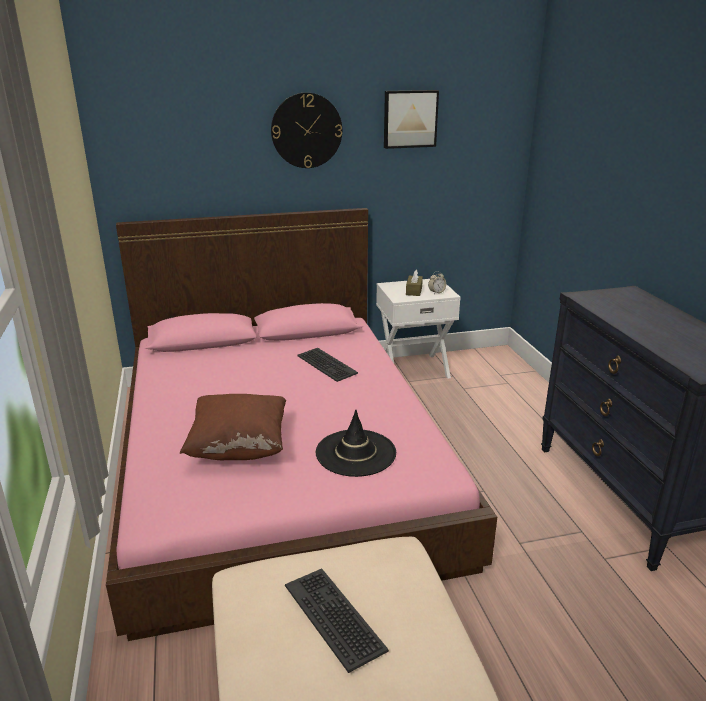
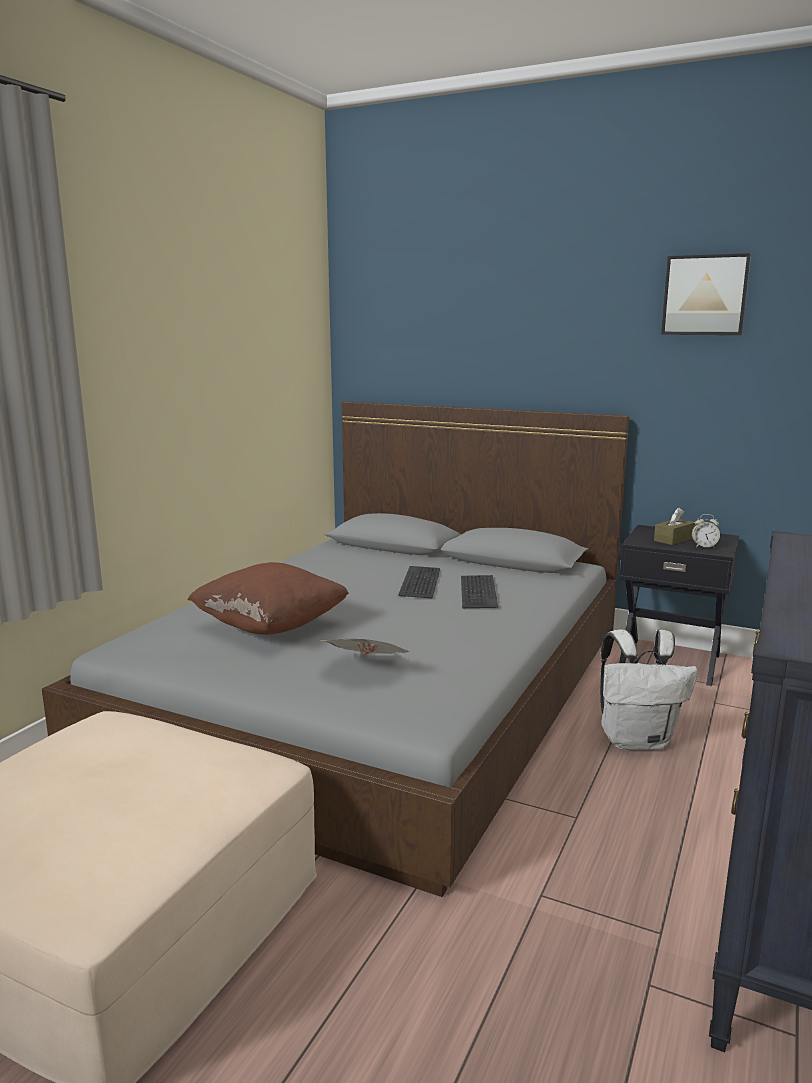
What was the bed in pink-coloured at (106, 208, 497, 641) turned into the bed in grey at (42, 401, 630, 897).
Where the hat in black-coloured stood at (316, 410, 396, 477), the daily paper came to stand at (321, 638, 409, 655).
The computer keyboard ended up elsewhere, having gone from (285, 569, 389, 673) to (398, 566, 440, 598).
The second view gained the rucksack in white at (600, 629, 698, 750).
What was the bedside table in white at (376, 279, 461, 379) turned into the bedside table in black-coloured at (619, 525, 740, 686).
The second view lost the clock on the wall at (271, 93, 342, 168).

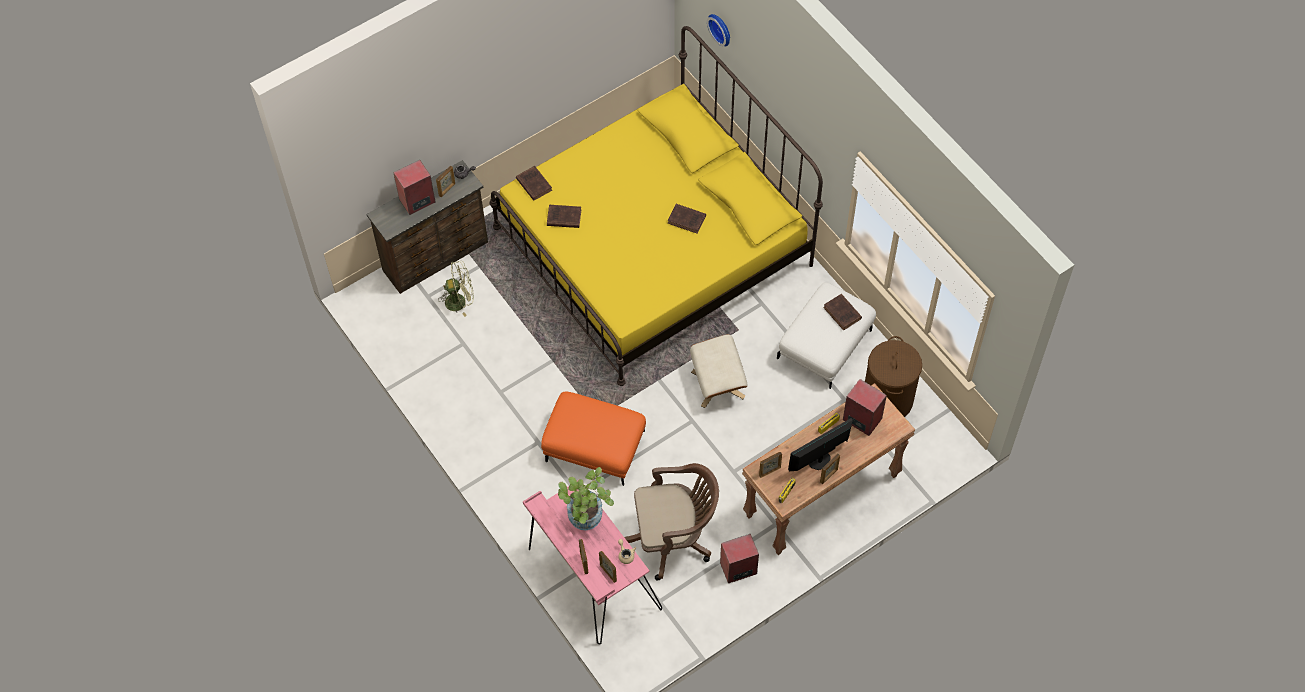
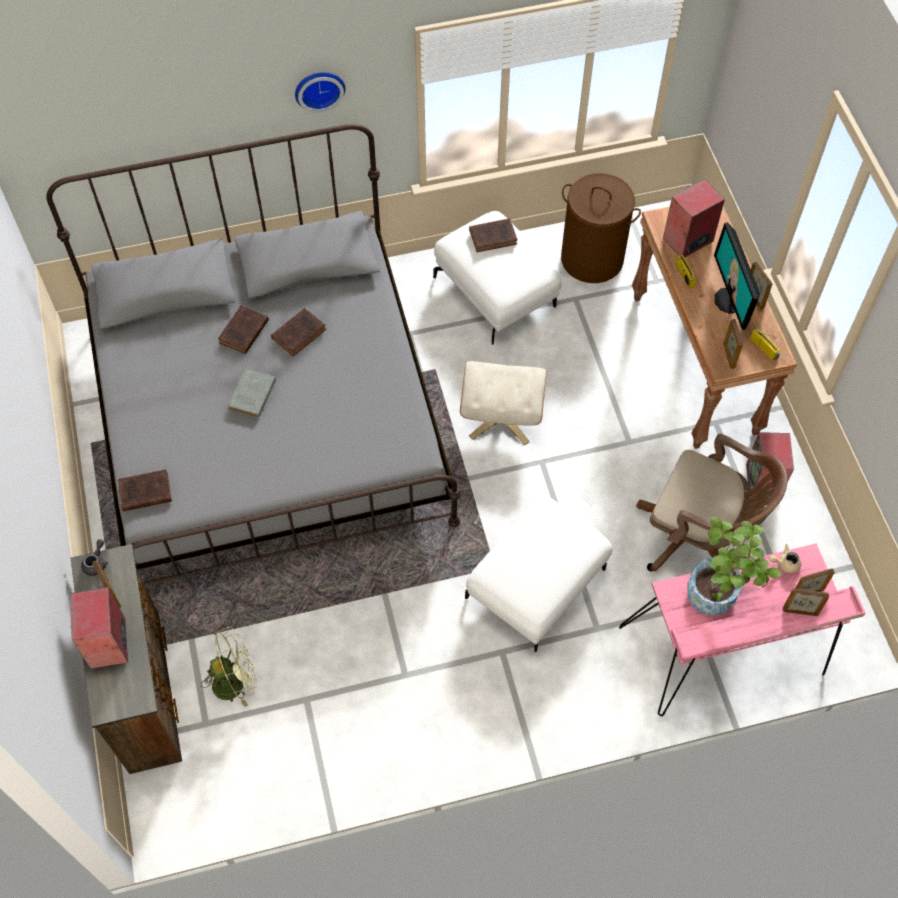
What was the bed in yellow-coloured at (489, 26, 823, 386) turned into the bed in grey at (46, 124, 461, 585).
The electric fan in greenish at (438, 261, 474, 317) ended up facing another way, 60 degrees clockwise from before.
The book in brownish ended up elsewhere, having gone from (547, 205, 581, 228) to (218, 306, 269, 354).
The second view gained the book in grey at (228, 369, 276, 418).
The clock on the wall ended up elsewhere, having gone from (707, 14, 730, 46) to (295, 72, 345, 112).
What was the ottoman in orangey at (541, 391, 646, 486) turned into the ottoman in white at (465, 496, 612, 652).
The computer chair in brownish at (624, 463, 719, 581) ended up facing another way, 105 degrees clockwise from before.

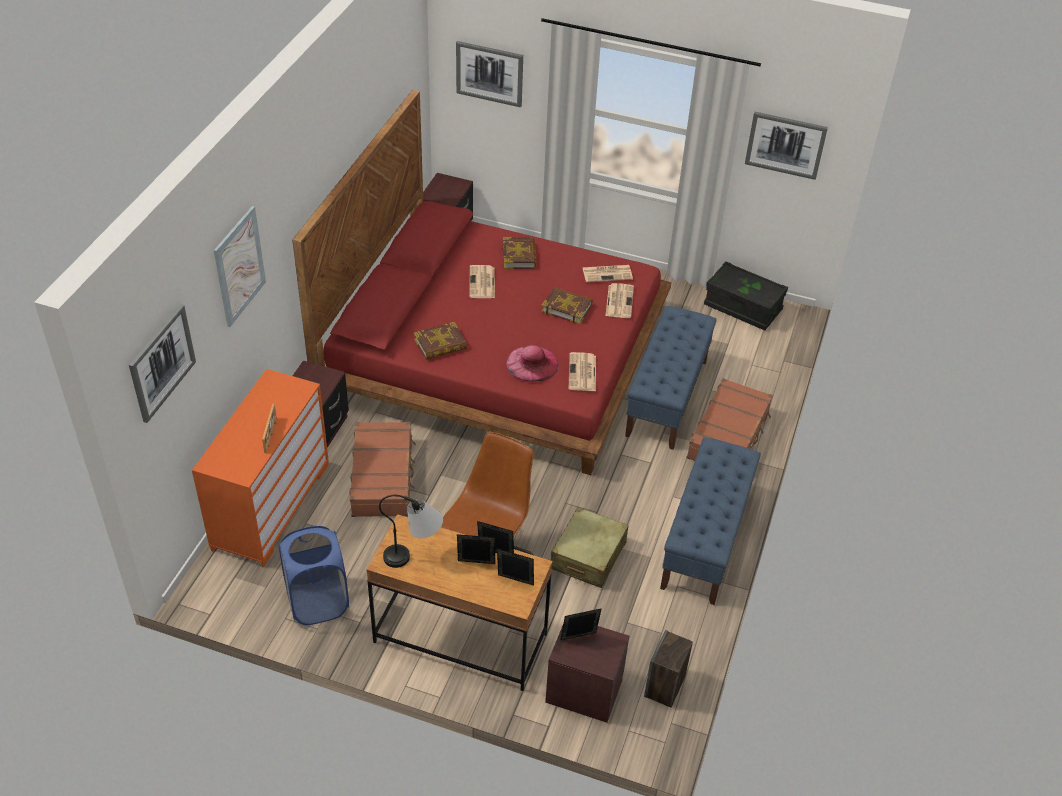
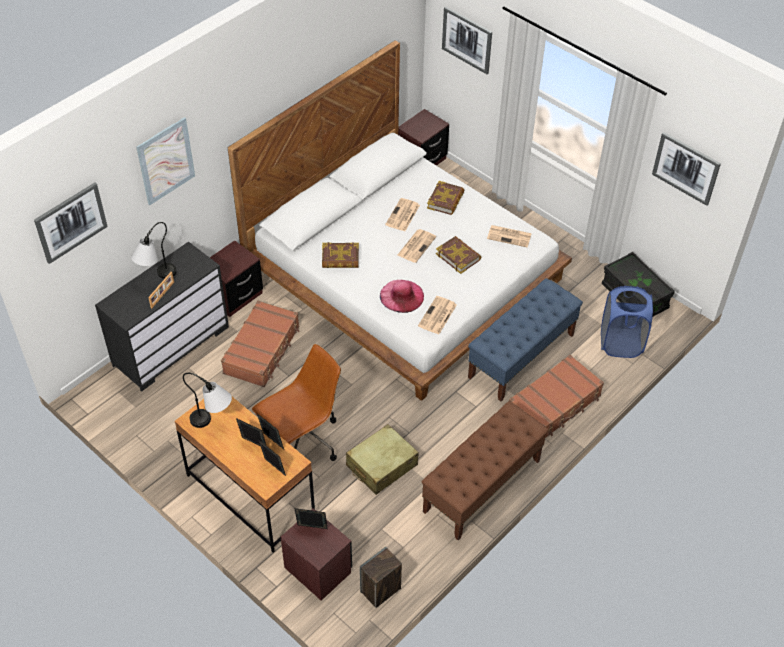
What was the chest of drawers in orangey at (192, 369, 329, 568) turned into the chest of drawers in black-coloured at (95, 242, 229, 392).
The second view gained the tabletop lamp at (131, 222, 176, 279).
What was the bed in red-coloured at (292, 90, 671, 475) turned into the bed in white at (227, 40, 572, 401).
The daily paper ended up elsewhere, having gone from (605, 283, 634, 318) to (398, 229, 436, 263).
What was the indoor bench in blue at (660, 437, 761, 605) turned into the indoor bench in brownish at (422, 401, 548, 540).
The laundry basket in blue ended up elsewhere, having gone from (279, 526, 349, 625) to (601, 286, 653, 358).

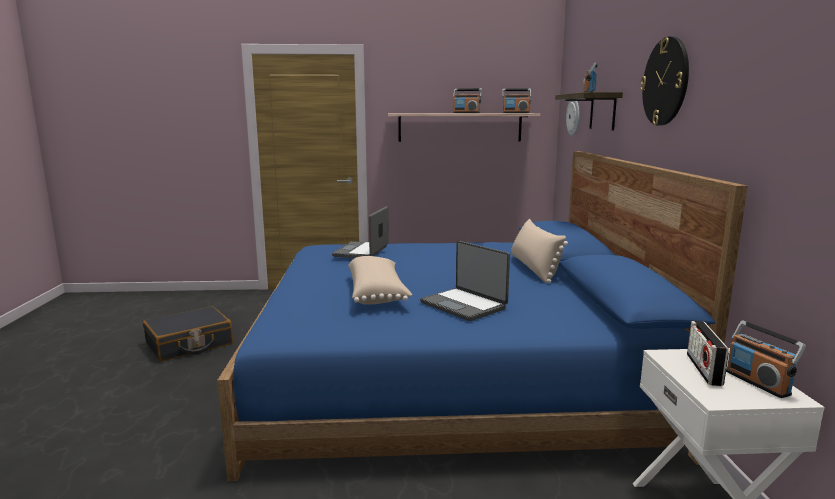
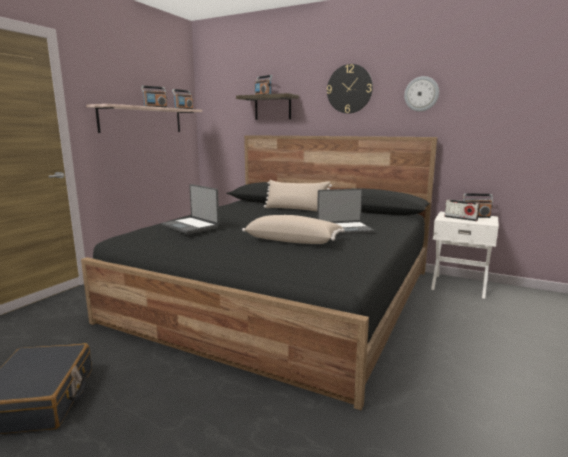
What was the bed in blue at (217, 151, 748, 481) turned into the bed in black-coloured at (81, 135, 437, 410).
The clock on the wall ended up elsewhere, having gone from (566, 101, 579, 136) to (404, 76, 439, 112).

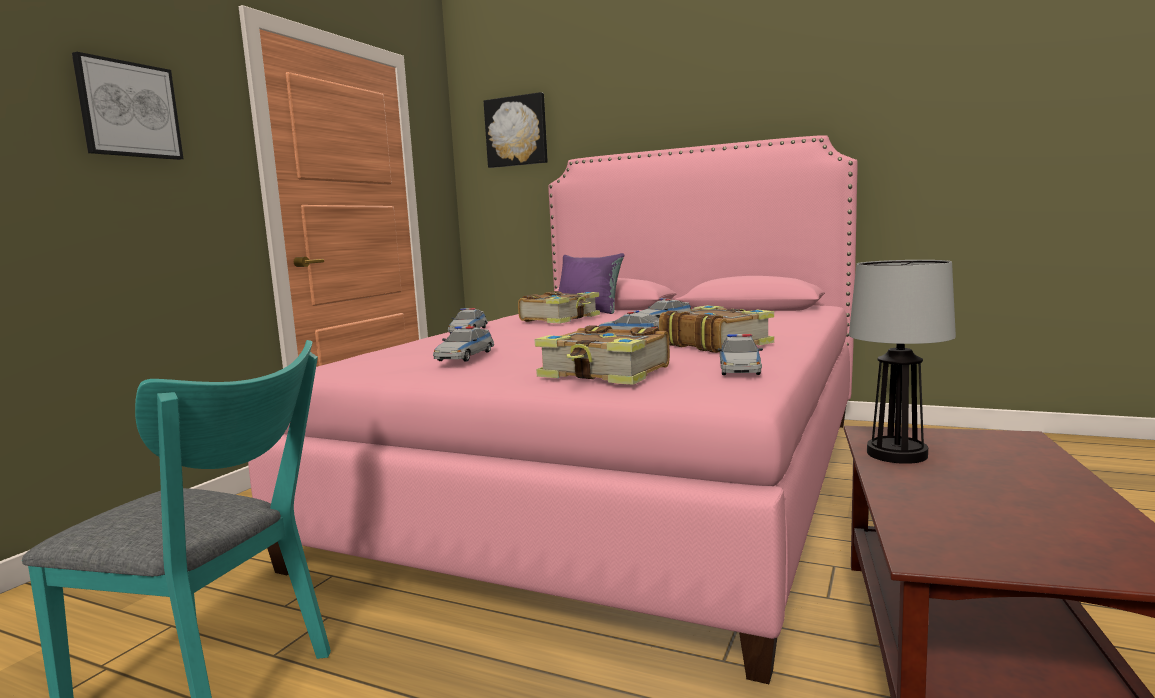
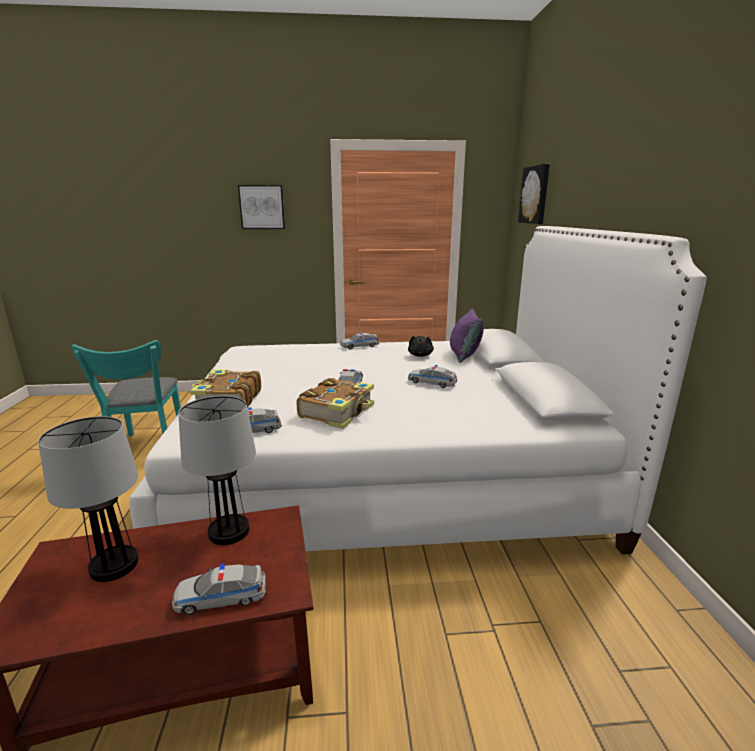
The second view gained the tabletop lamp at (38, 416, 139, 582).
What was the bed in pink-coloured at (248, 135, 858, 684) turned into the bed in white at (129, 226, 707, 554).
The toy car ended up elsewhere, having gone from (433, 326, 494, 362) to (172, 563, 267, 615).
Where the book stood at (518, 291, 600, 323), the soft toy in black-coloured came to stand at (408, 336, 434, 357).

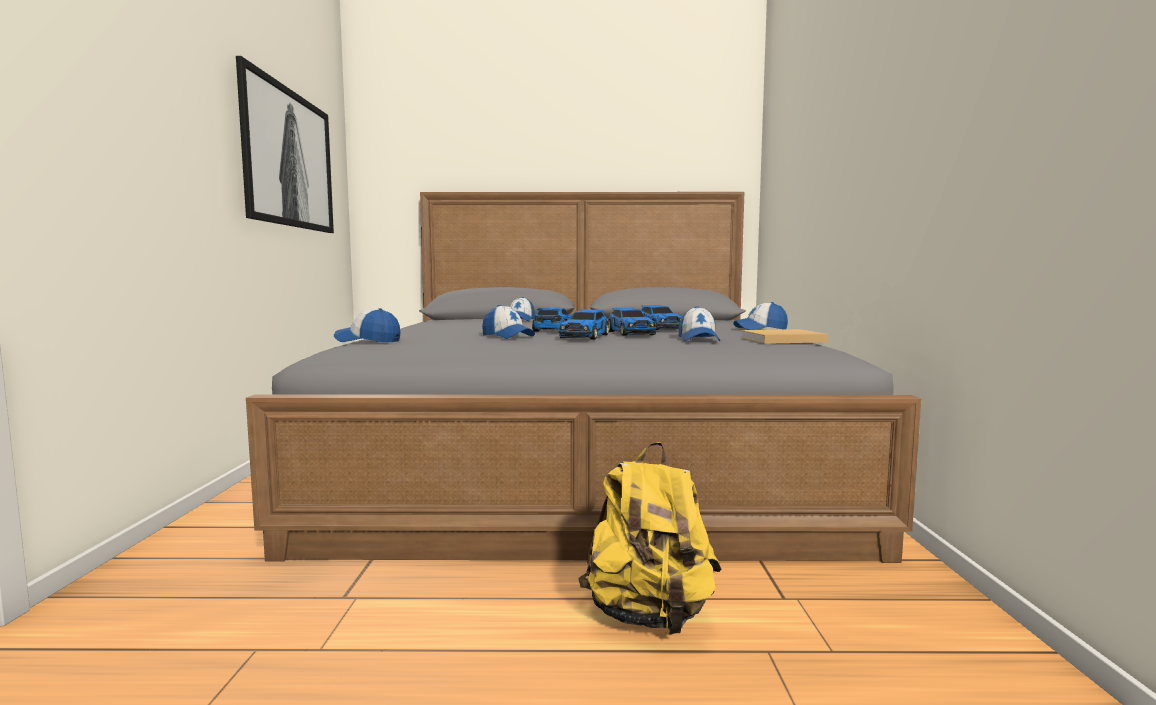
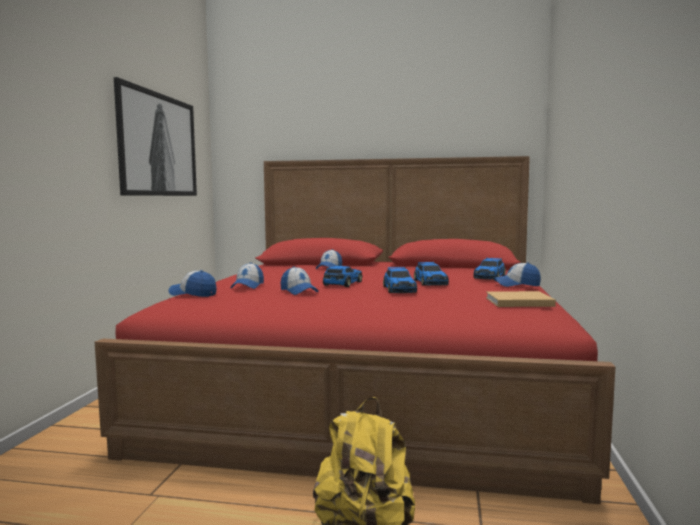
What was the bed in grey at (246, 192, 921, 563) turned into the bed in red-coloured at (95, 156, 615, 504).
The peaked cap ended up elsewhere, having gone from (679, 306, 720, 341) to (230, 262, 264, 289).
The toy car ended up elsewhere, having gone from (559, 309, 609, 340) to (473, 258, 506, 280).

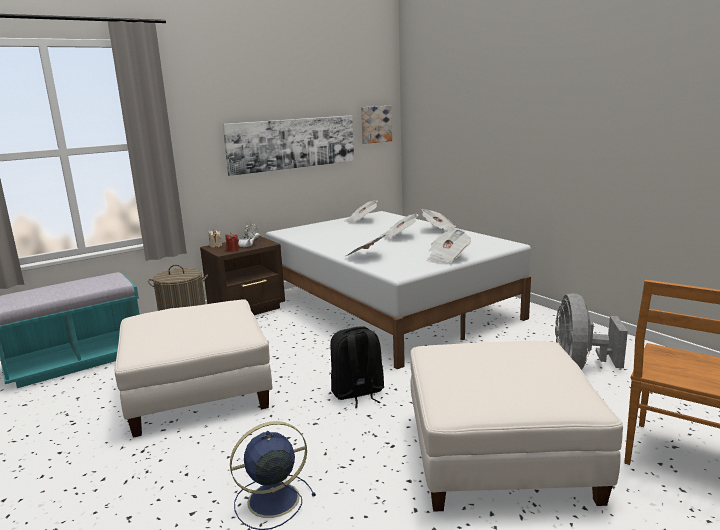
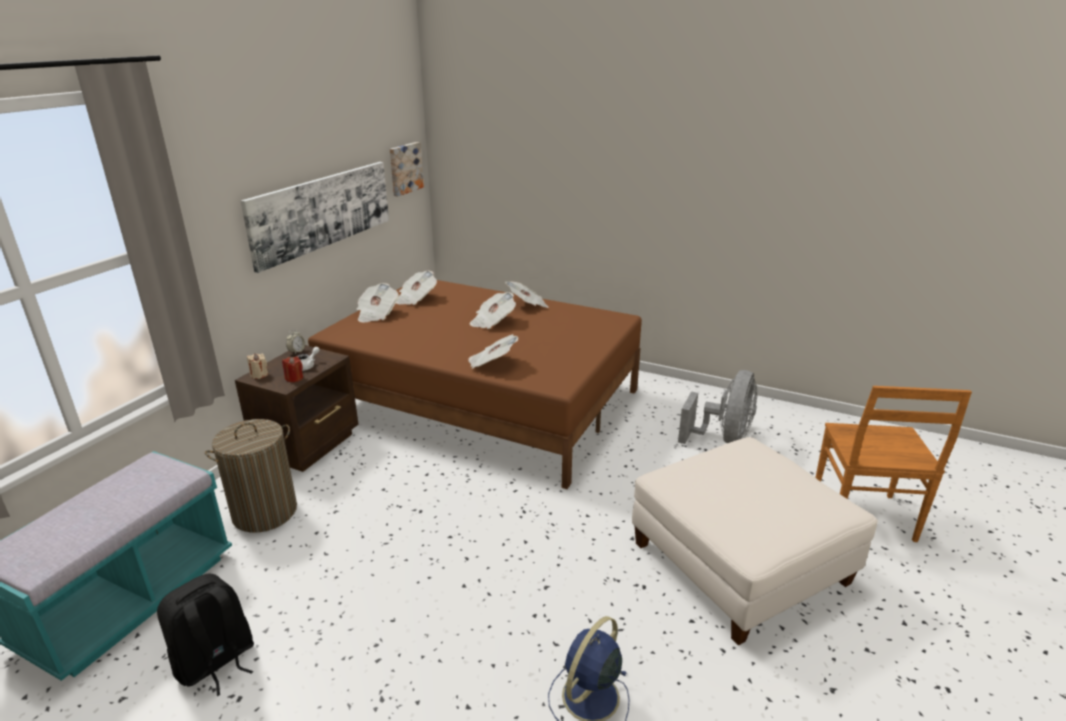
The rucksack in black-coloured ended up elsewhere, having gone from (330, 326, 384, 408) to (157, 573, 254, 696).
What was the bed in white at (266, 211, 531, 369) turned into the bed in brownish at (308, 280, 642, 489).
The daily paper ended up elsewhere, having gone from (427, 229, 471, 263) to (357, 283, 399, 322).
The electric fan in grey at (555, 293, 628, 370) ended up facing another way, 135 degrees counterclockwise from before.
The second view lost the ottoman in white at (115, 299, 272, 438).

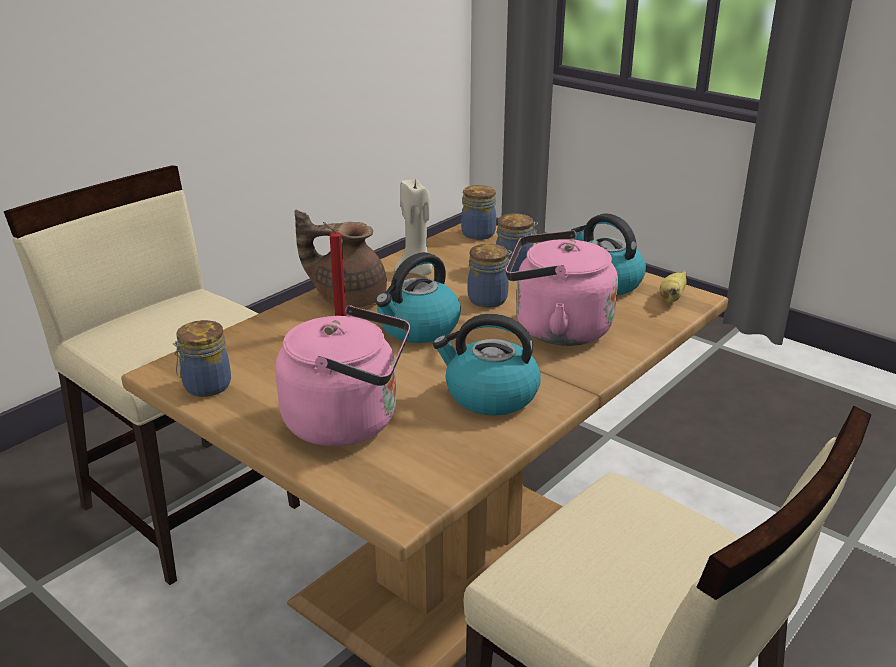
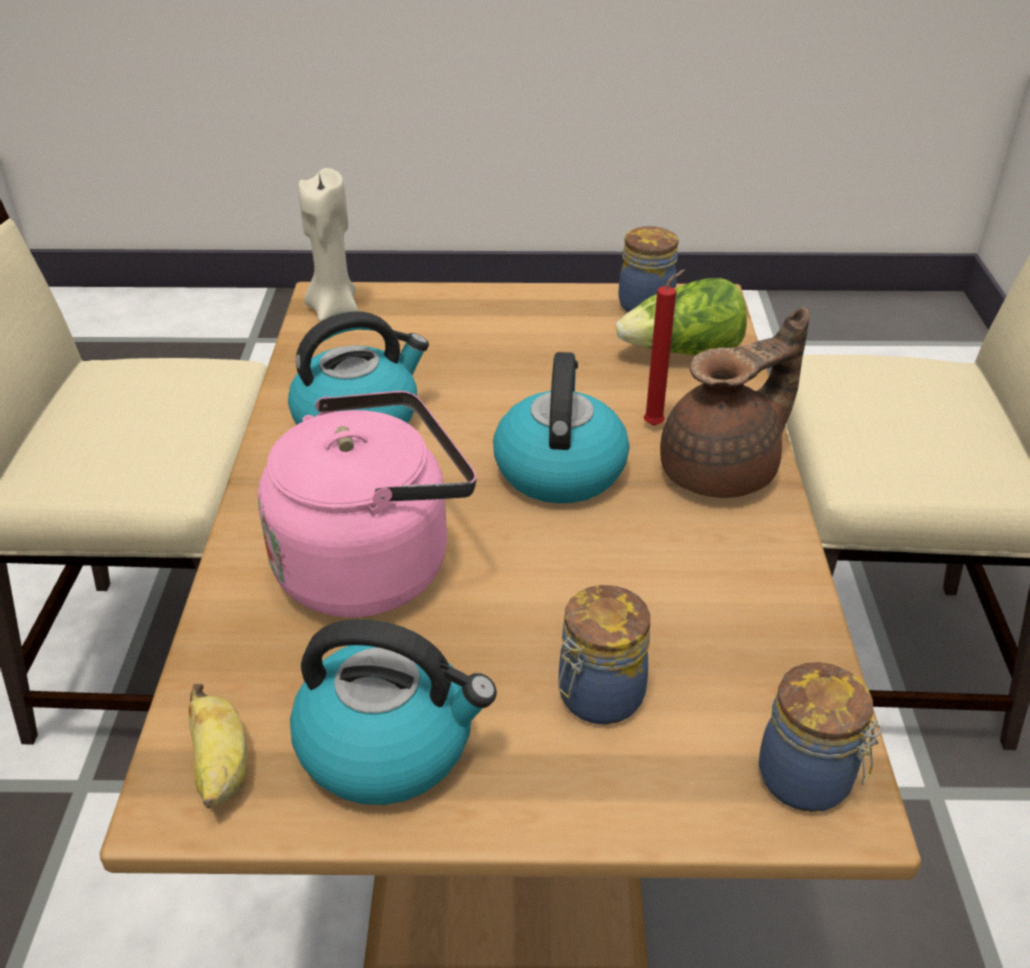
The wax candle in beige ended up elsewhere, having gone from (394, 179, 433, 275) to (298, 168, 358, 322).
The second view gained the lettuce at (616, 278, 747, 355).
The second view lost the water kettle in pink-coloured at (275, 306, 410, 446).
The second view lost the preserve jar at (468, 244, 512, 308).

